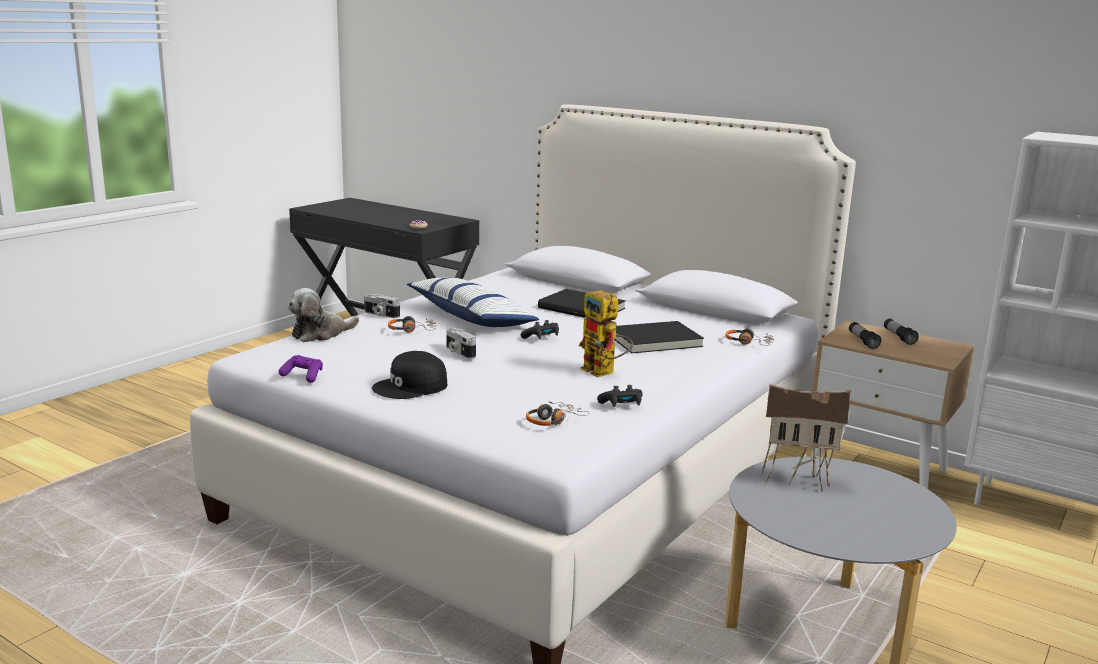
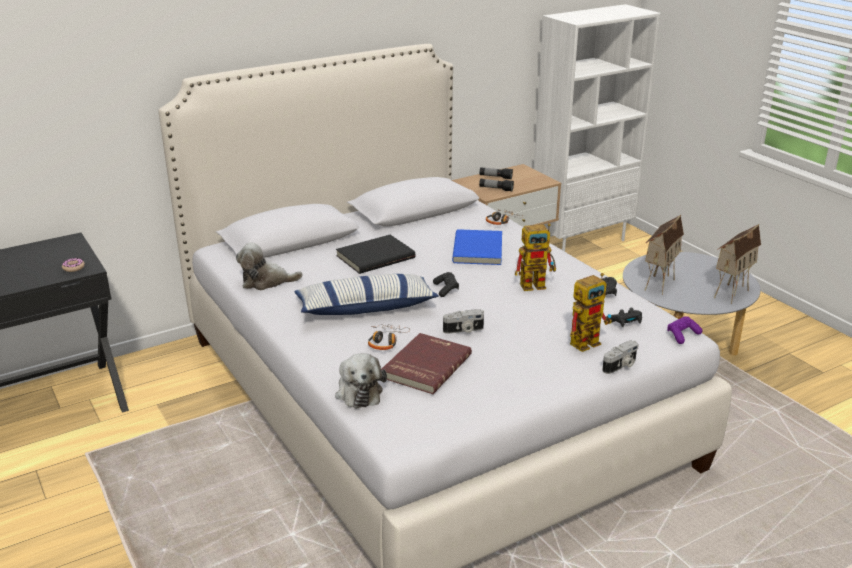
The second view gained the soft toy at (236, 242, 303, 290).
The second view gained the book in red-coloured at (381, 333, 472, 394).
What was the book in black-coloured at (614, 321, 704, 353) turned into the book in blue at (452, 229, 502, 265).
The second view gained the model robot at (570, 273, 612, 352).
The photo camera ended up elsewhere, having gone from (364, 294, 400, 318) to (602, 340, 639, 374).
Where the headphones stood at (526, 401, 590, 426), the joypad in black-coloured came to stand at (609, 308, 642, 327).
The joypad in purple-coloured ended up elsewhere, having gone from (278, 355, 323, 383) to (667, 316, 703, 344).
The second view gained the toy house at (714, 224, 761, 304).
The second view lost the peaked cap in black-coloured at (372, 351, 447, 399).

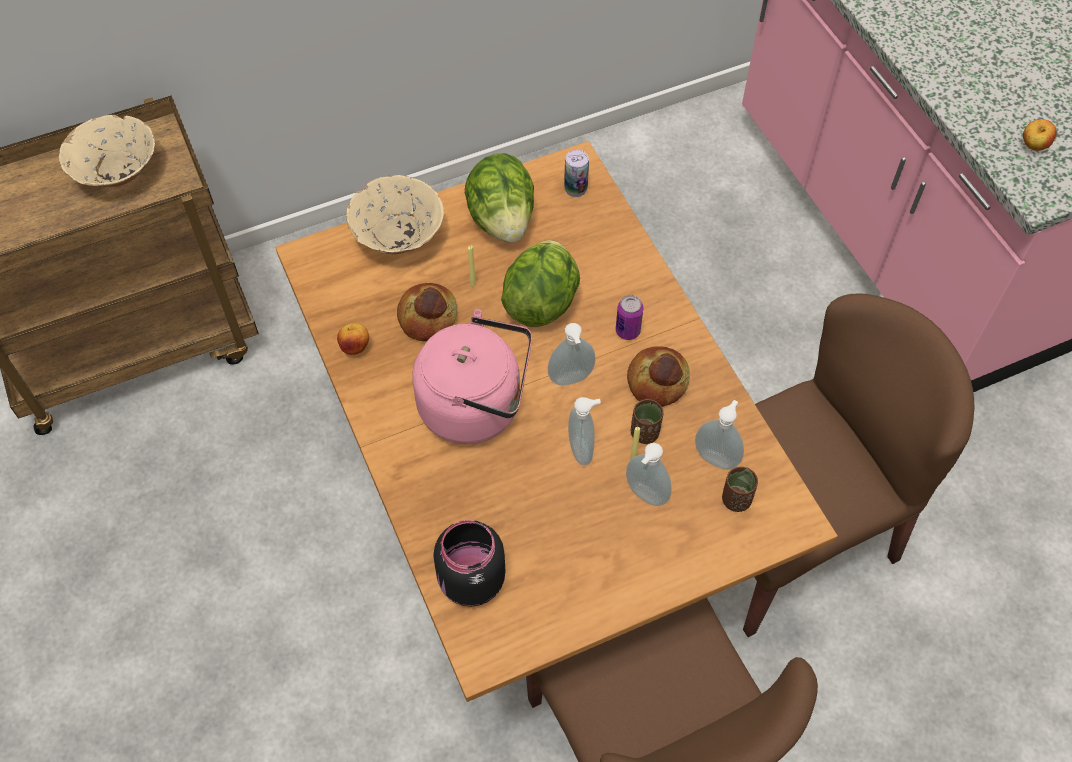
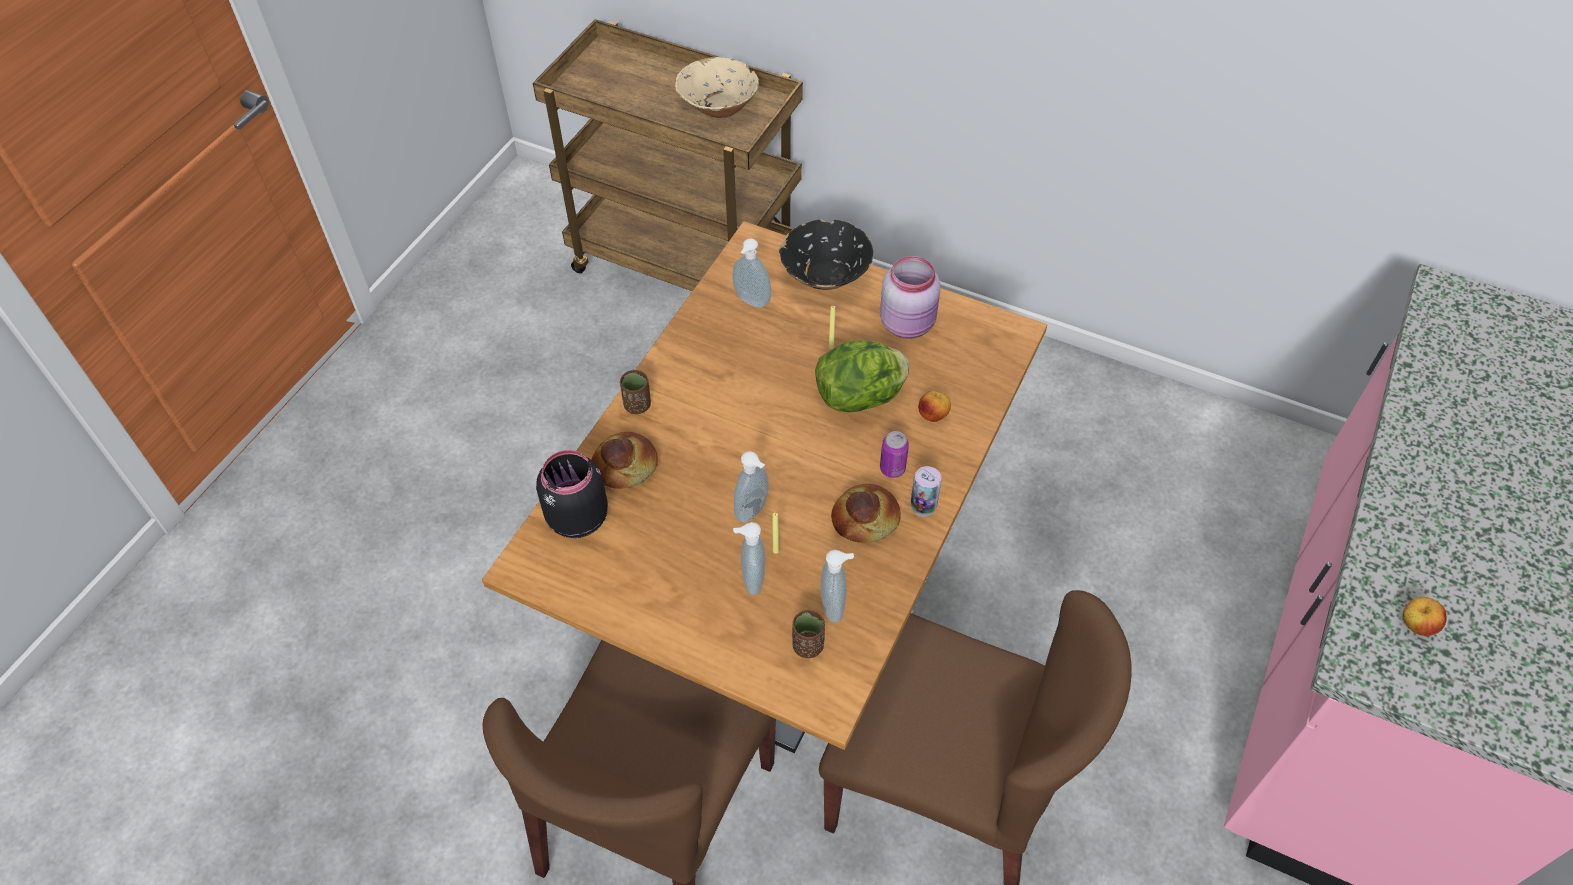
The baked bread ended up elsewhere, having gone from (397, 283, 457, 342) to (591, 432, 658, 489).
The small cup in brownish ended up elsewhere, having gone from (631, 399, 664, 444) to (620, 370, 651, 414).
The liquid soap bottle ended up elsewhere, having gone from (548, 323, 596, 385) to (732, 238, 771, 308).
What was the serving bowl in beige at (346, 175, 444, 254) turned into the serving bowl in black-coloured at (779, 219, 874, 290).
Where the lettuce stood at (465, 153, 534, 242), the preserve jar in pink-coloured came to stand at (880, 256, 941, 339).
The can ended up elsewhere, having gone from (564, 150, 589, 197) to (911, 466, 941, 517).
The whole apple ended up elsewhere, having gone from (337, 323, 369, 355) to (918, 391, 951, 422).
The second view lost the water kettle in pink-coloured at (412, 309, 532, 444).

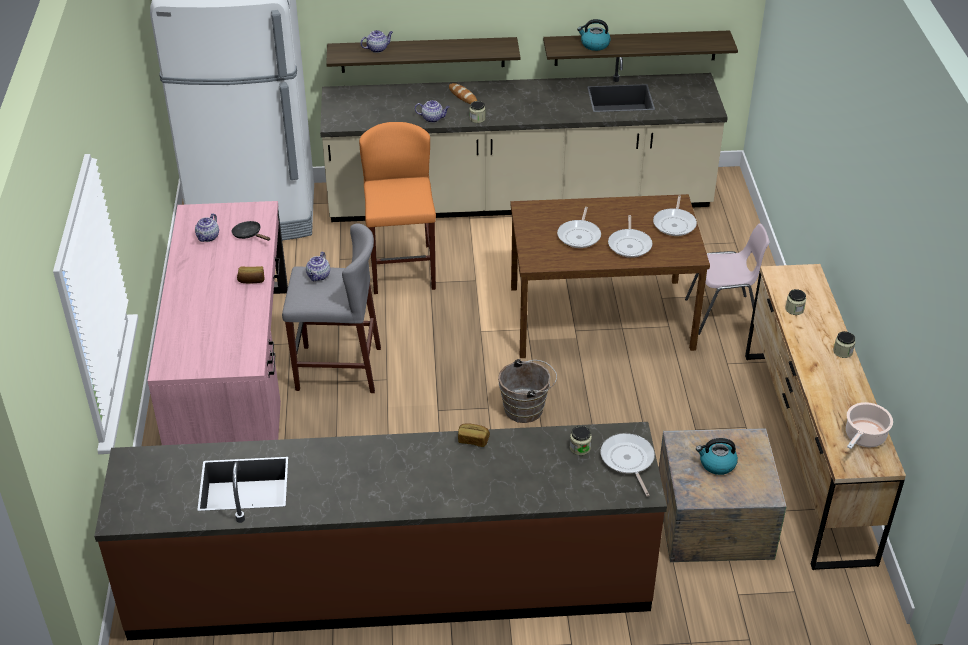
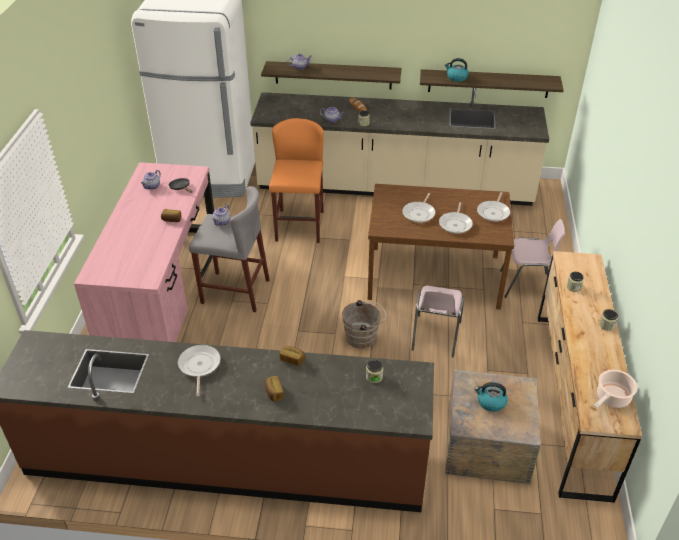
The frying pan ended up elsewhere, having gone from (600, 433, 655, 497) to (178, 345, 221, 397).
The second view gained the baked bread at (265, 376, 284, 402).
The second view gained the plain chair in pink-coloured at (412, 286, 464, 357).

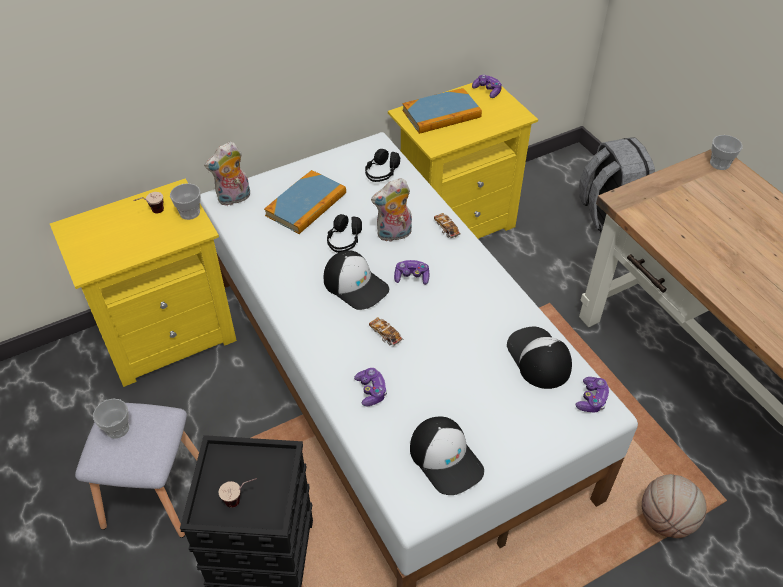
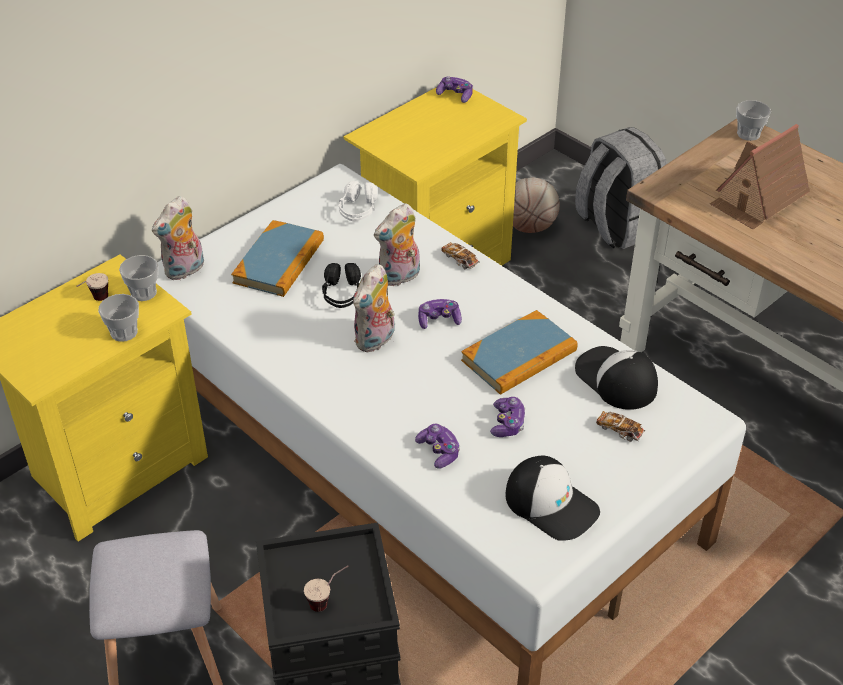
The small cup ended up elsewhere, having gone from (93, 399, 129, 439) to (98, 294, 139, 342).
What was the headphones in black-coloured at (365, 149, 400, 182) turned into the headphones in white at (339, 181, 377, 221).
Where the peaked cap stood at (324, 250, 389, 310), the soft toy came to stand at (353, 264, 395, 352).
The book ended up elsewhere, having gone from (402, 88, 482, 134) to (461, 310, 578, 395).
The joypad ended up elsewhere, having gone from (576, 377, 610, 412) to (490, 397, 526, 437).
The basketball ended up elsewhere, having gone from (642, 474, 707, 538) to (513, 177, 560, 233).
The toy car ended up elsewhere, having gone from (369, 317, 403, 346) to (596, 411, 645, 442).
The second view gained the toy house at (710, 124, 810, 229).

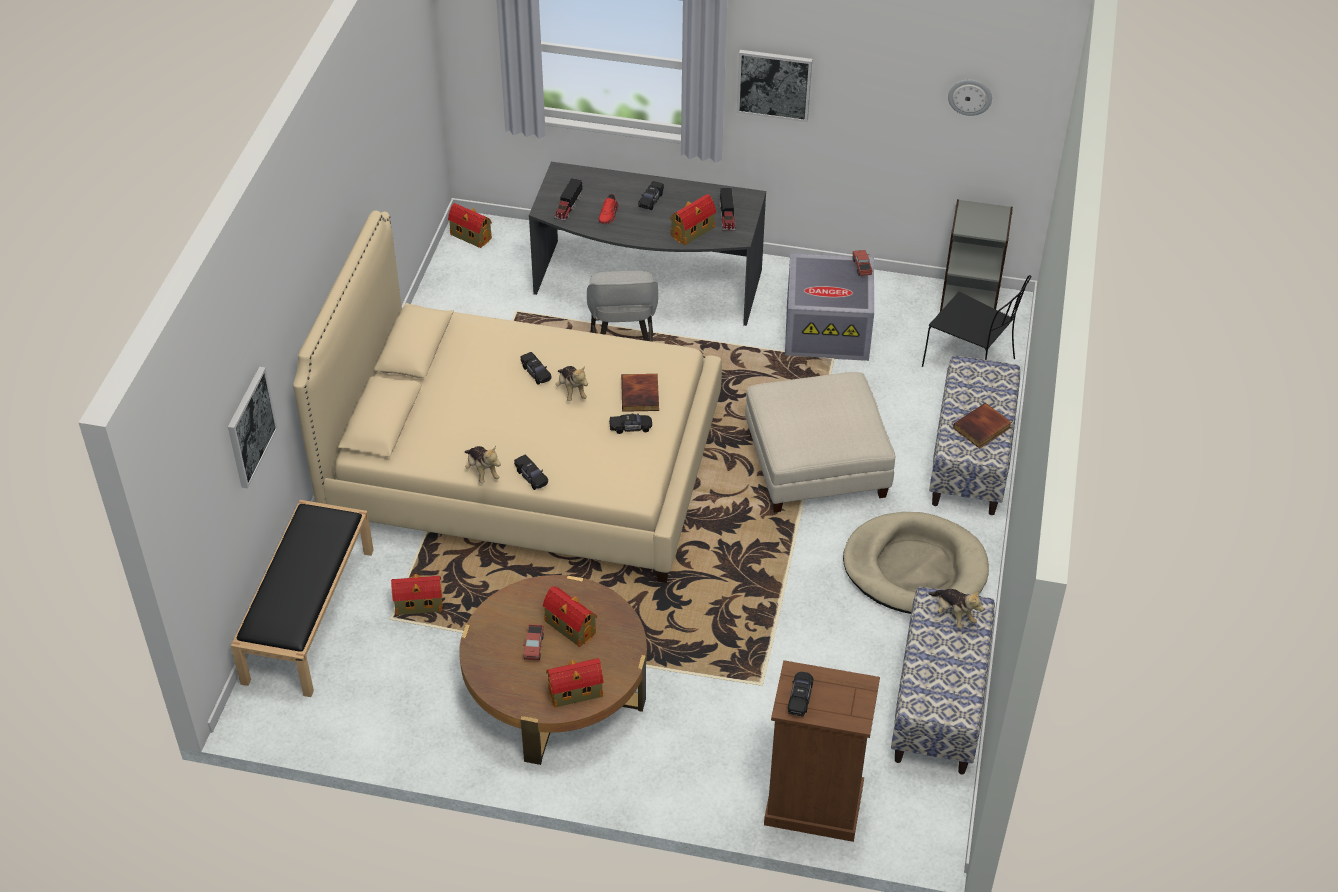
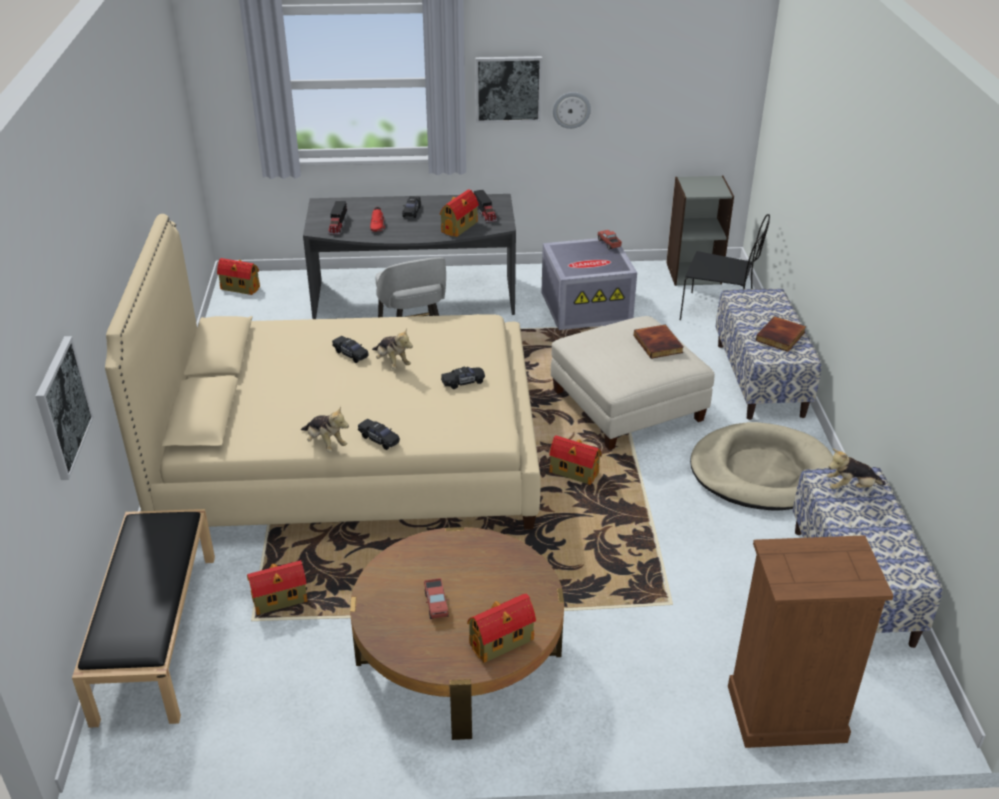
The toy house ended up elsewhere, having gone from (543, 586, 597, 647) to (549, 435, 602, 485).
The clock on the wall ended up elsewhere, having gone from (948, 80, 992, 116) to (553, 92, 591, 129).
The book ended up elsewhere, having gone from (621, 374, 659, 412) to (634, 324, 684, 359).
The soft toy at (929, 589, 984, 629) ended up facing another way, 135 degrees clockwise from before.
The second view lost the toy car in black-coloured at (788, 672, 814, 716).

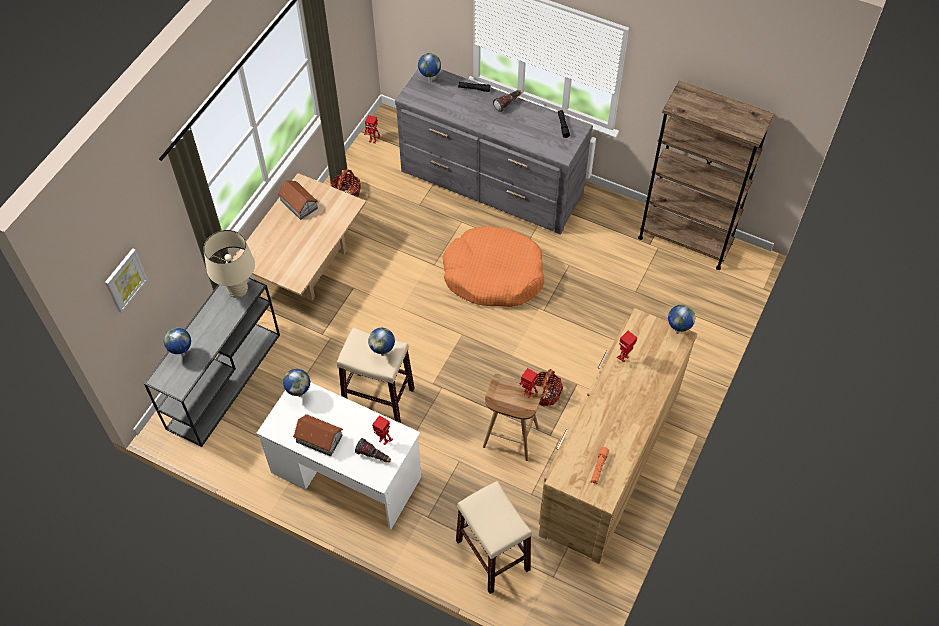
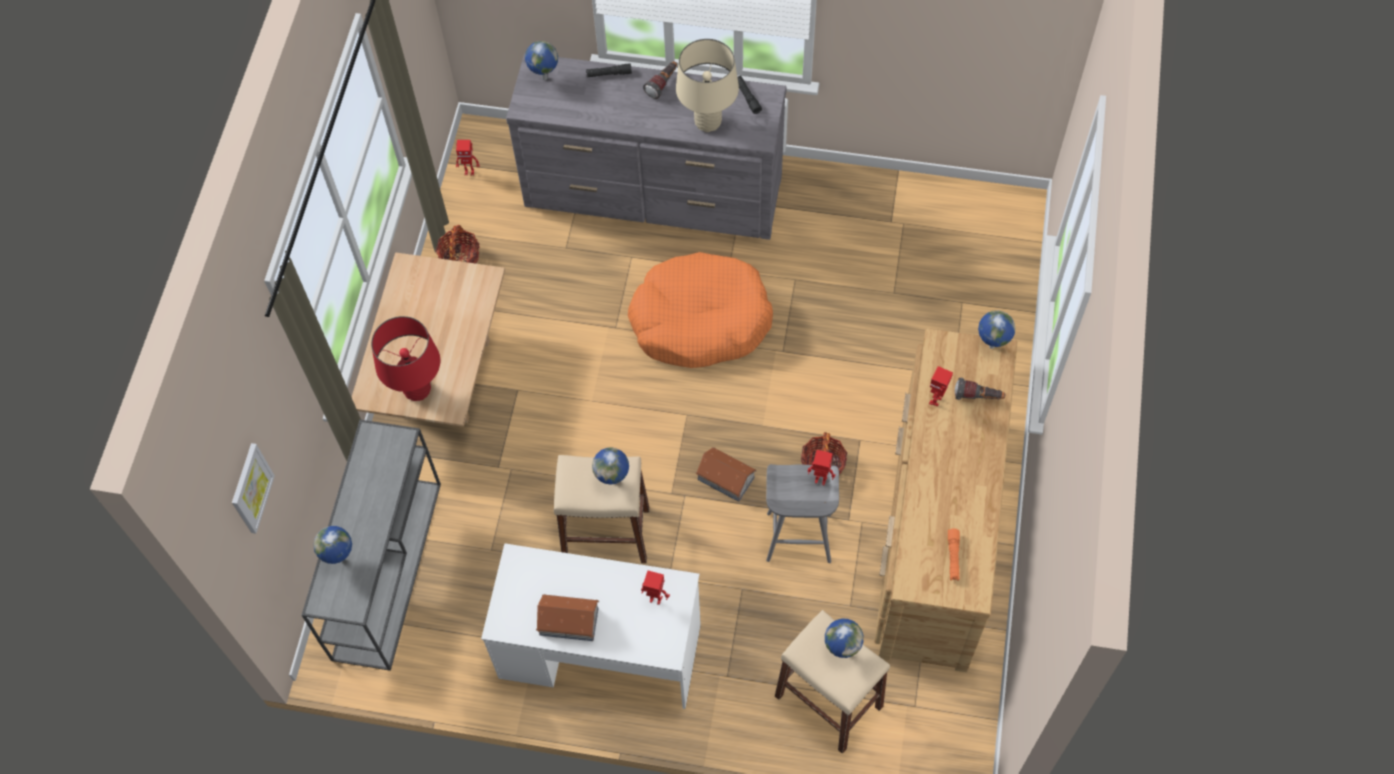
The second view gained the tabletop lamp in red-coloured at (371, 316, 440, 401).
The tabletop lamp in beige ended up elsewhere, having gone from (203, 230, 255, 298) to (676, 39, 739, 132).
The toy house ended up elsewhere, having gone from (278, 180, 318, 220) to (696, 447, 757, 502).
What was the sitting stool in brownish at (483, 374, 543, 461) turned into the sitting stool in grey at (766, 464, 839, 563).
The desk globe ended up elsewhere, having gone from (283, 369, 310, 397) to (825, 619, 864, 658).
The hand torch ended up elsewhere, having gone from (355, 438, 391, 463) to (955, 377, 1006, 400).
The second view lost the bookcase in brownish at (638, 81, 774, 270).

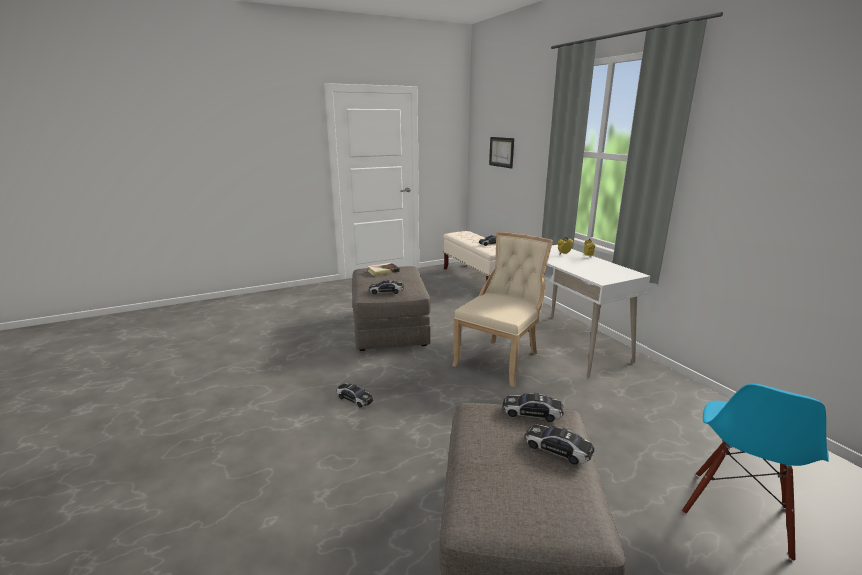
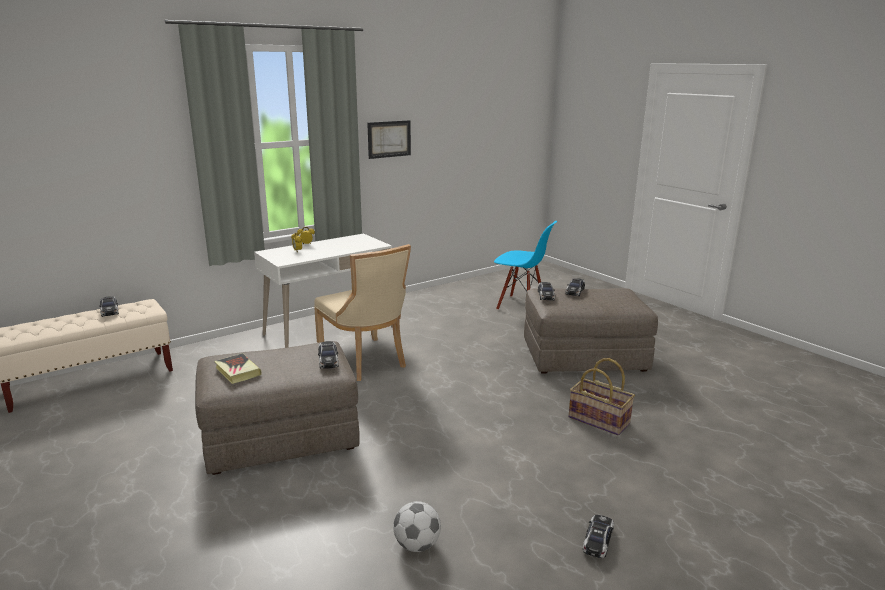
The plain chair in beige at (452, 232, 553, 387) ended up facing another way, 150 degrees counterclockwise from before.
The wall picture ended up elsewhere, having gone from (489, 137, 514, 169) to (367, 120, 411, 159).
The second view gained the football at (393, 501, 441, 552).
The second view gained the storage basket at (568, 358, 635, 435).
The toy car ended up elsewhere, having gone from (337, 383, 373, 408) to (583, 515, 614, 558).

